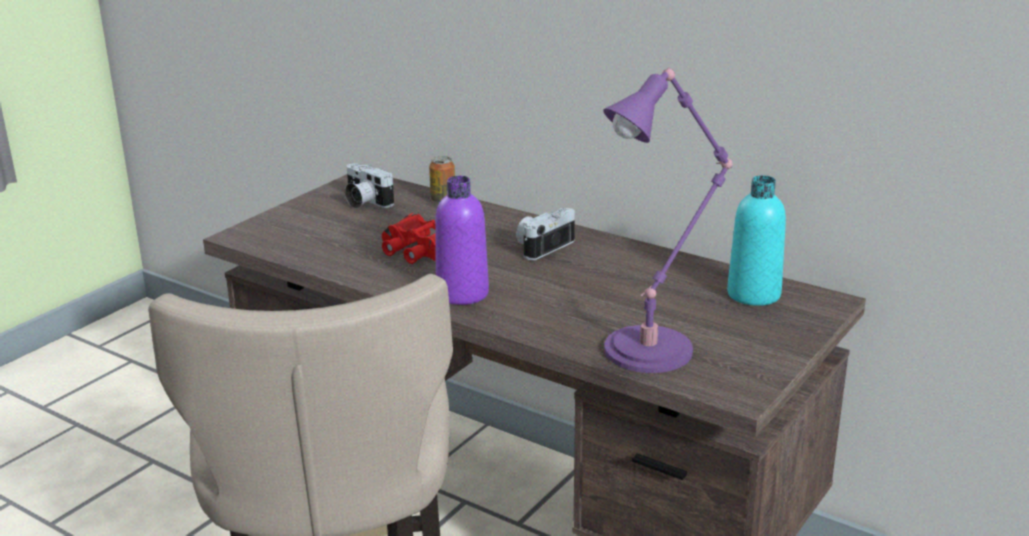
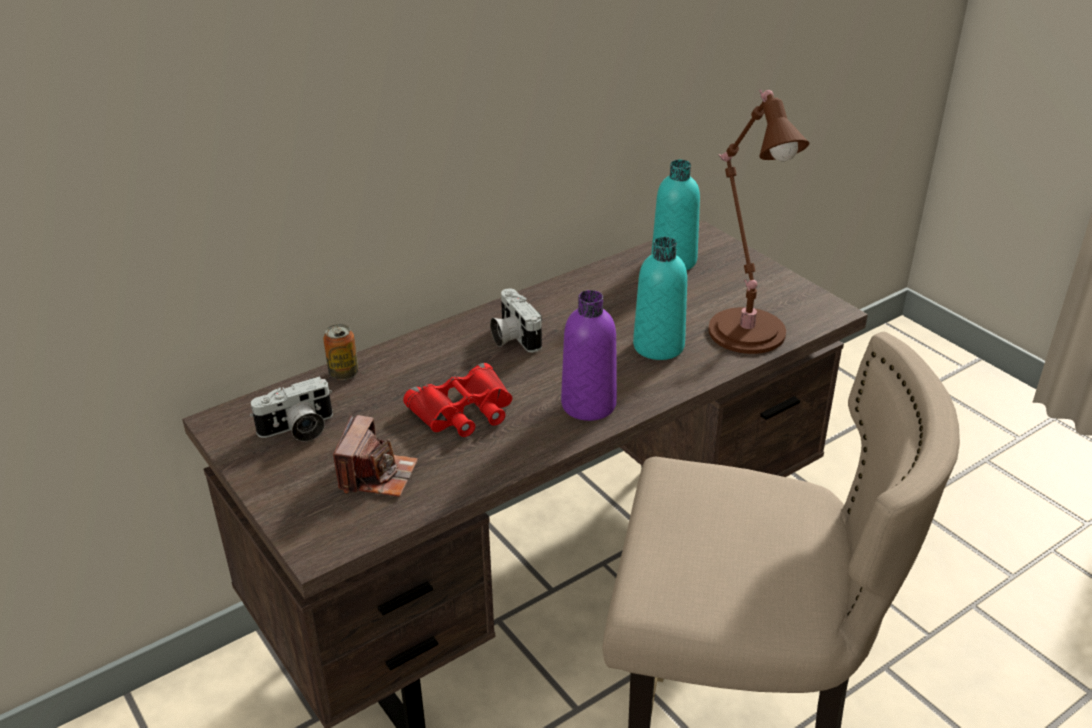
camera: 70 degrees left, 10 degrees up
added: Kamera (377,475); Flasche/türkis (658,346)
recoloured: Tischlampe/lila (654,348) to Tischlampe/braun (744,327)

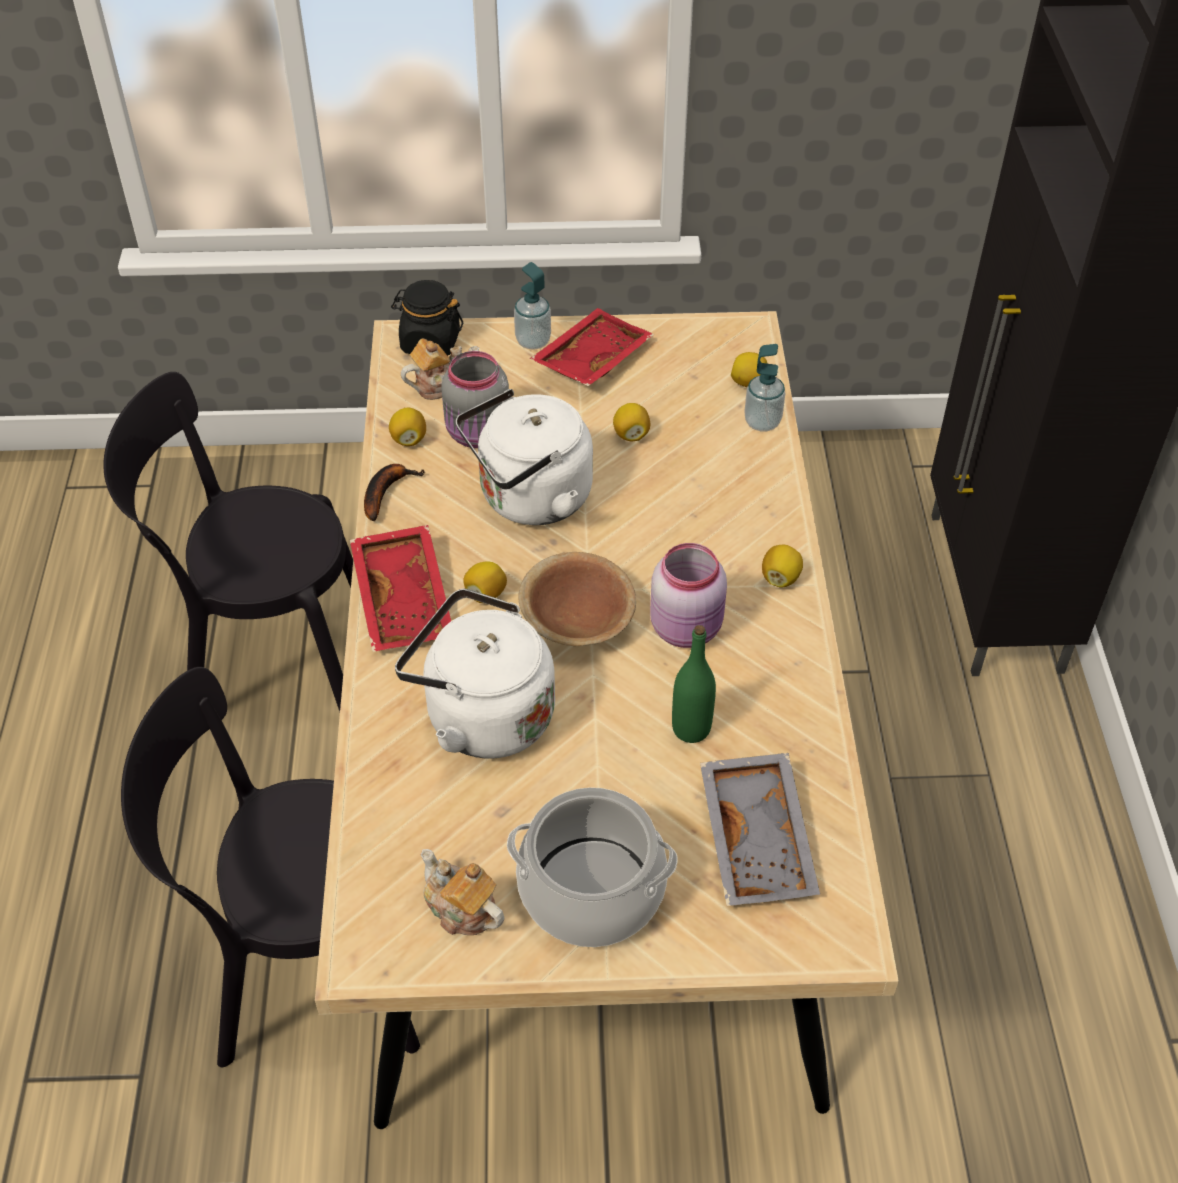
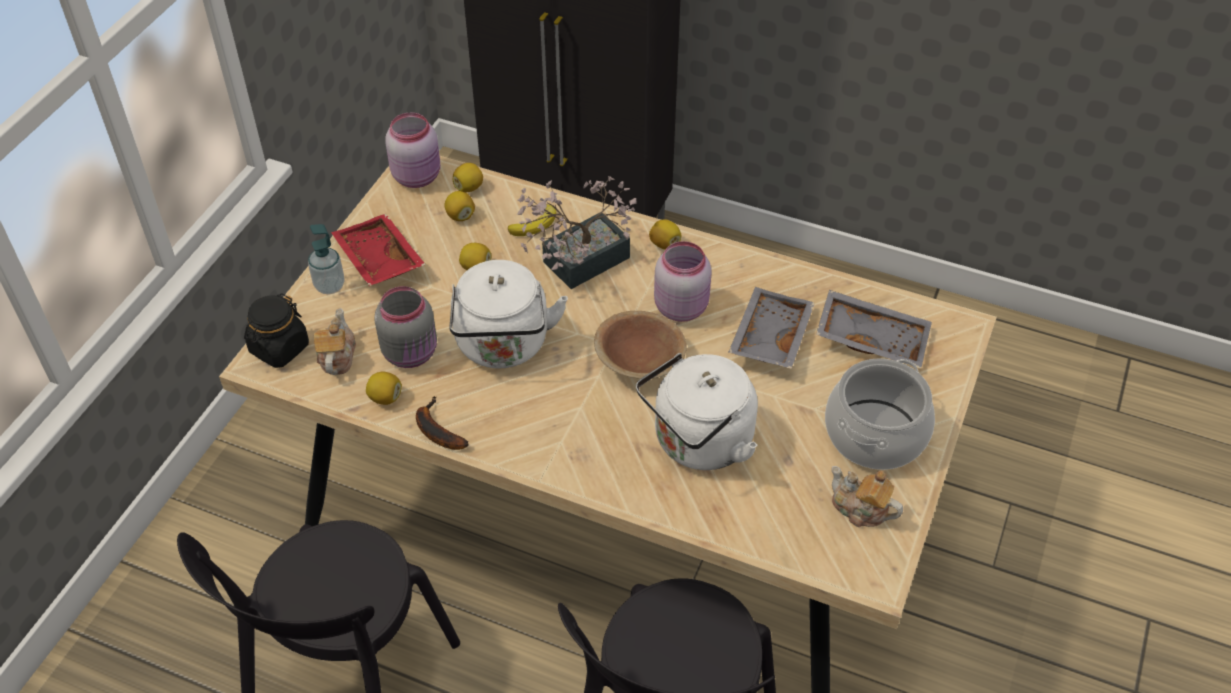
camera: 65 degrees left, 0 degrees up
removed: Tablett/rot (406,600); Seifenspender (762,422)
added: Vorratsglas/rosa (418,176); Banane (535,224); Topfpflanze (577,263)
moved: Zitrone (485,594) to (460,216)
replaced: Flasche/grün (691,728) to Tablett/grau (768,337)
turned: Teekanne (461,909) = (860,509) 60 degrees clockwise

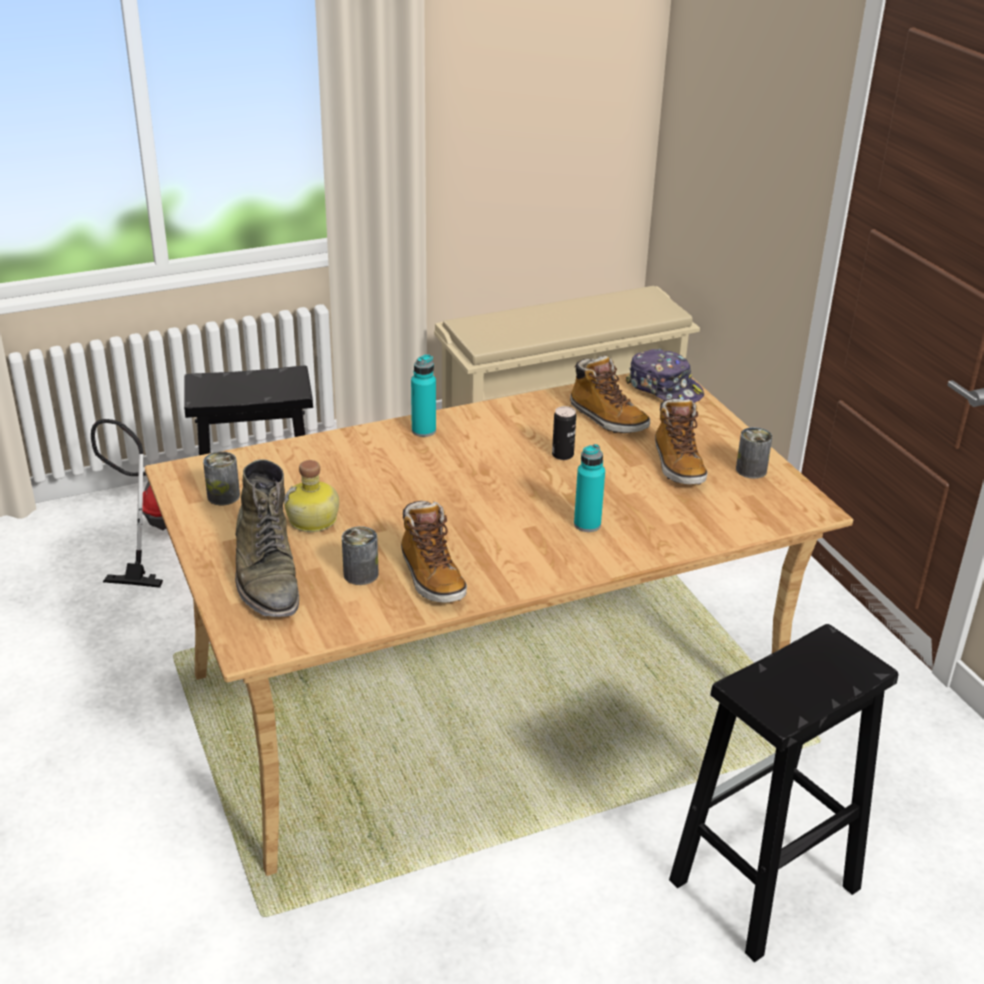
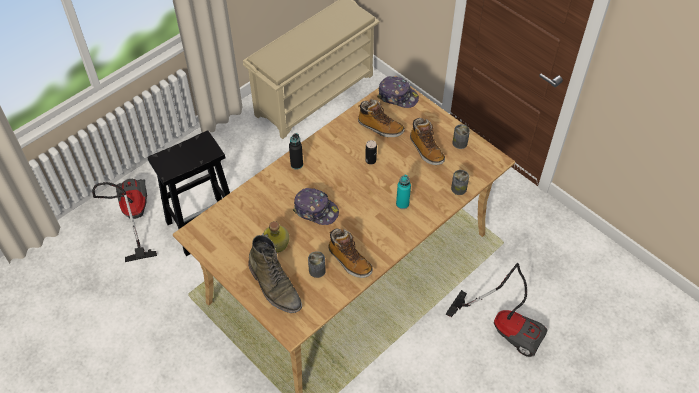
camera: 20 degrees left, 20 degrees up
added: Kappe (316,210)
moved: Dose (223,496) to (458,188)
replaced: Hocker/schwarz (762,887) to Staubsauger (505,326)
recoloured: Flasche/türkis (423,430) to Flasche/schwarz (296,164)

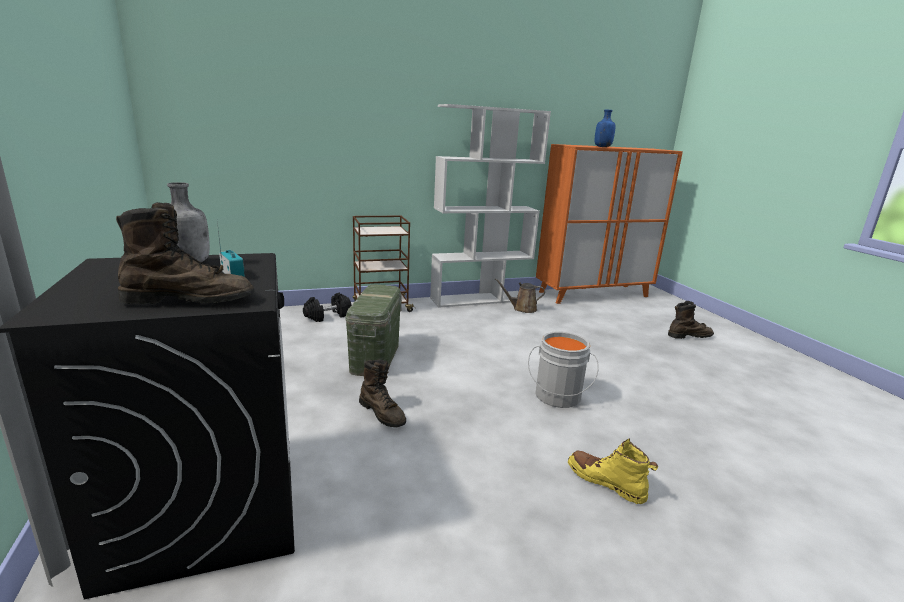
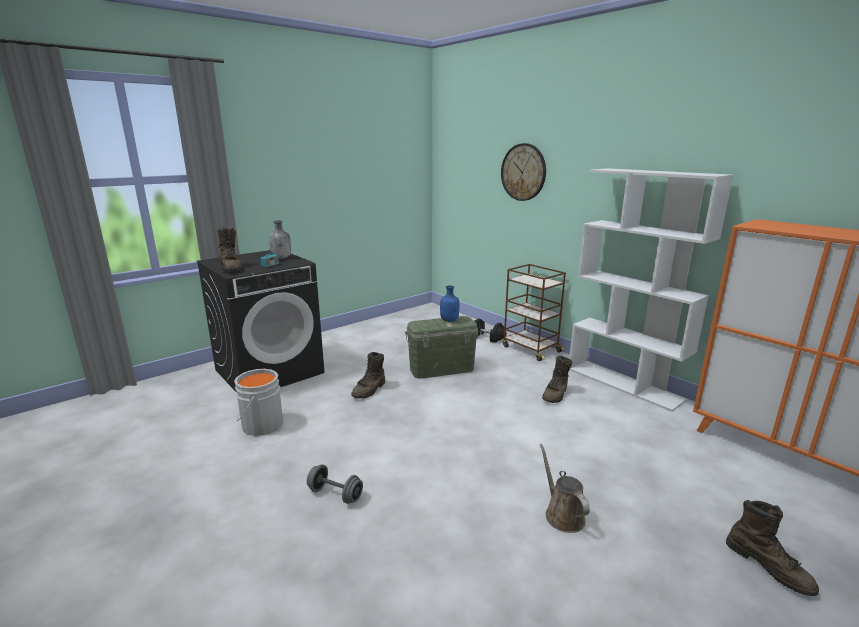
camera: 70 degrees right, 0 degrees up
added: Wanduhr (523,172); Stiefel/braun (556,394)
moved: Gießkanne/braun (522,309) to (562,514); Eimer/grau (557,397) to (260,425); Flasche/blau (602,147) to (449,320)
replaced: Stiefel/gelb (606,482) to Hantel/grau (335,494)

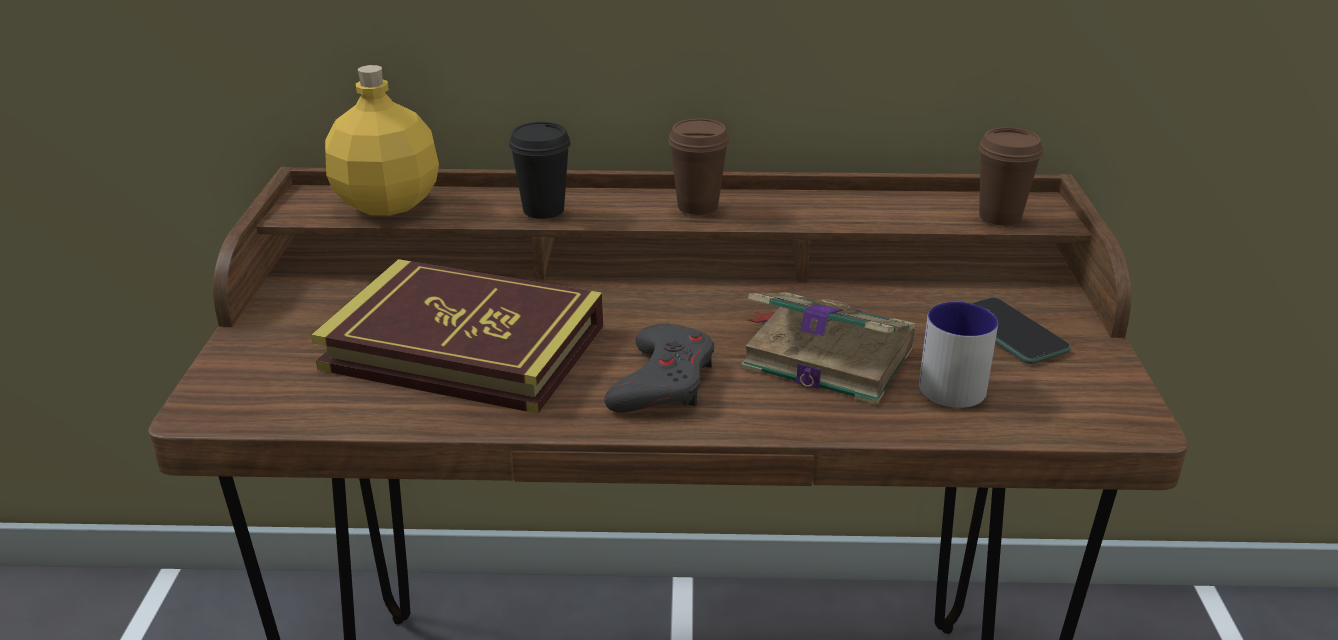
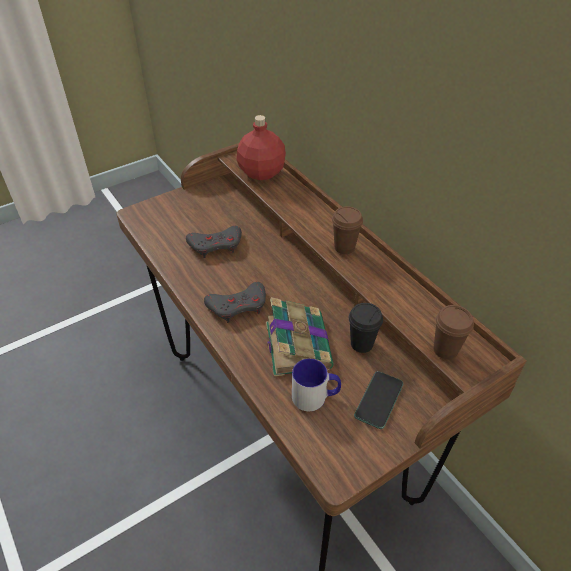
camera: 55 degrees right, 15 degrees up
moved: Tasse/schwarz (543,210) to (361,344)
replaced: Buch (464,347) to Gamepad/grau (216,245)
recoloured: Flasche/gelb (389,203) to Flasche/rot (262,173)

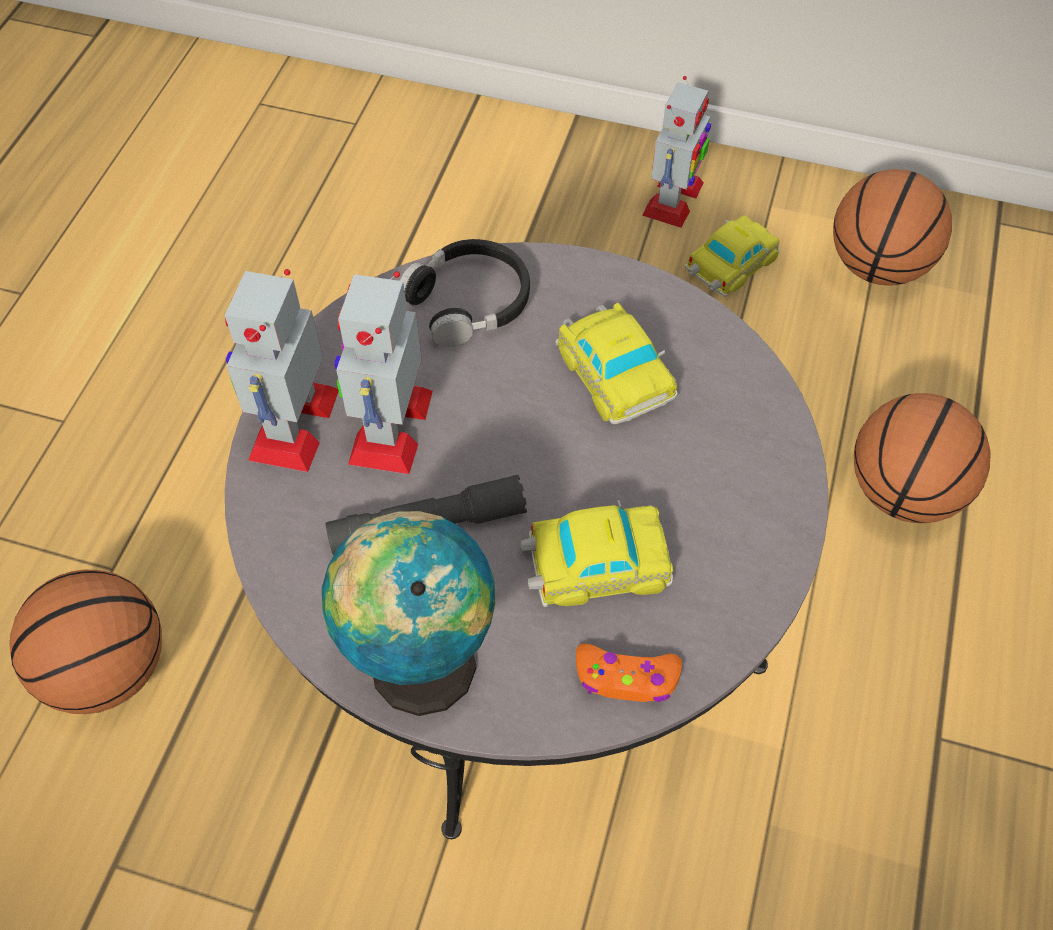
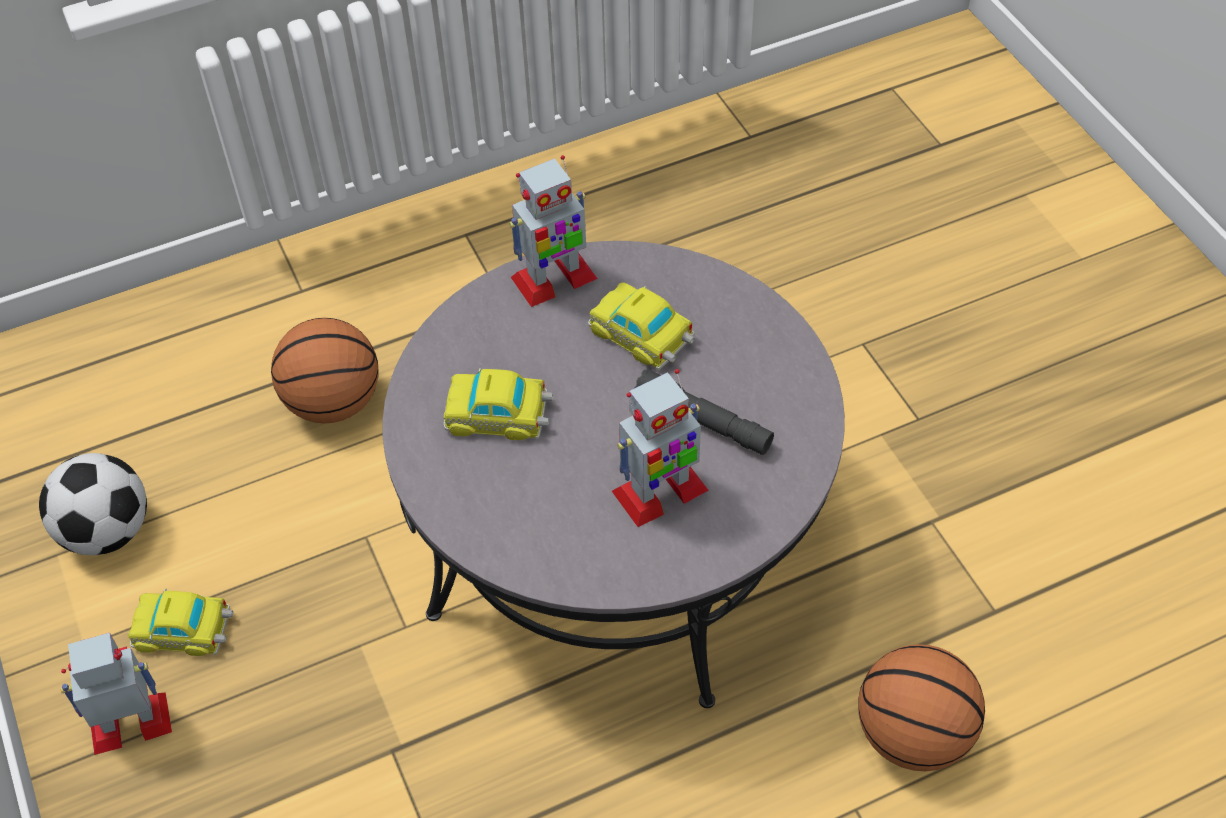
camera: 130 degrees left, 5 degrees down
removed: Globus (419,659); Kopfhörer/schwarz (469,301); Gamepad/orange (626,678)
moved: Spielzeugroboter (294,423) to (553,279)
replaced: Basketball (877,266) to Fußball (108,532)
turned: Spielzeugauto (613,370) = (499,414) 105 degrees counterclockwise

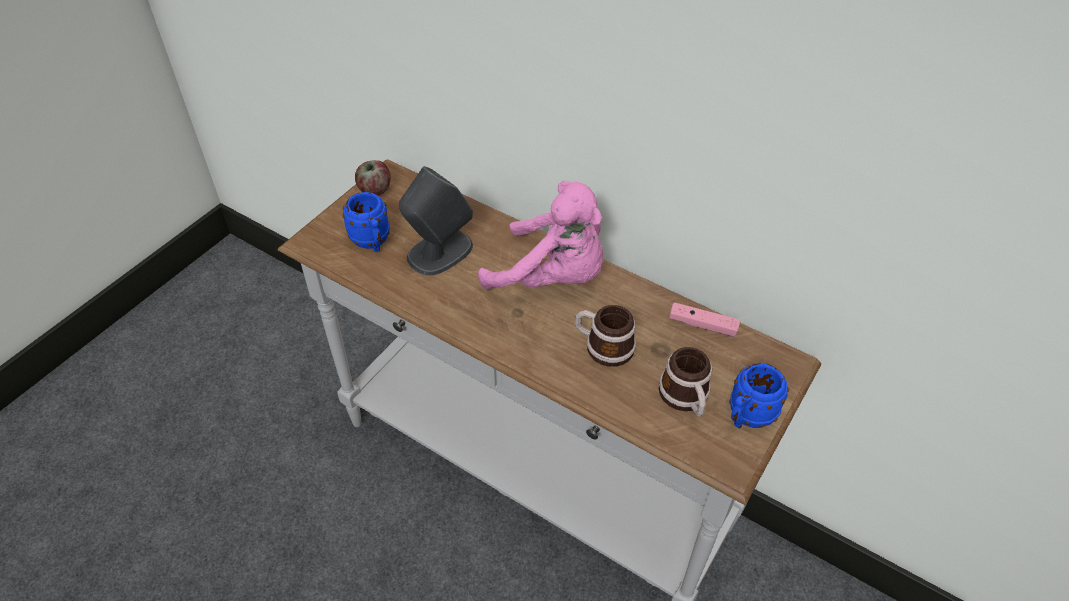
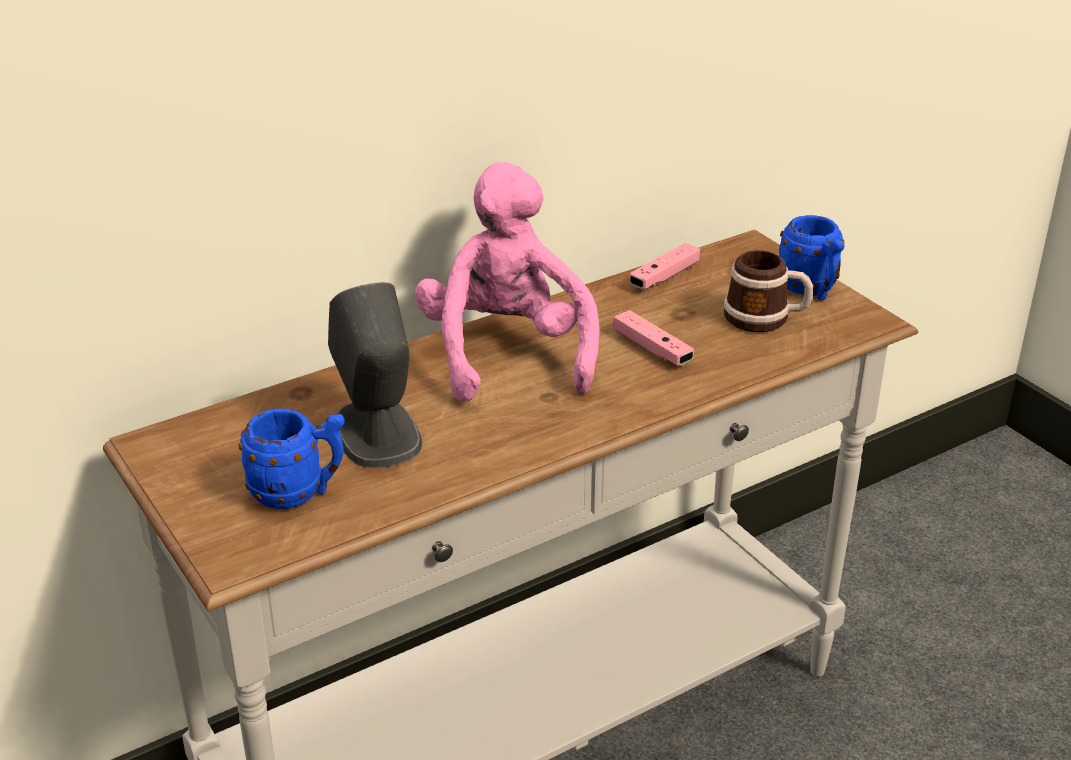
camera: 65 degrees left, 15 degrees down
removed: Apfel (374,190)
replaced: Henkelbecher (603,346) to Gamepad/rosa (652,349)
turned: Plüschtier/rosa (552,277) = (506,354) 60 degrees counterclockwise

